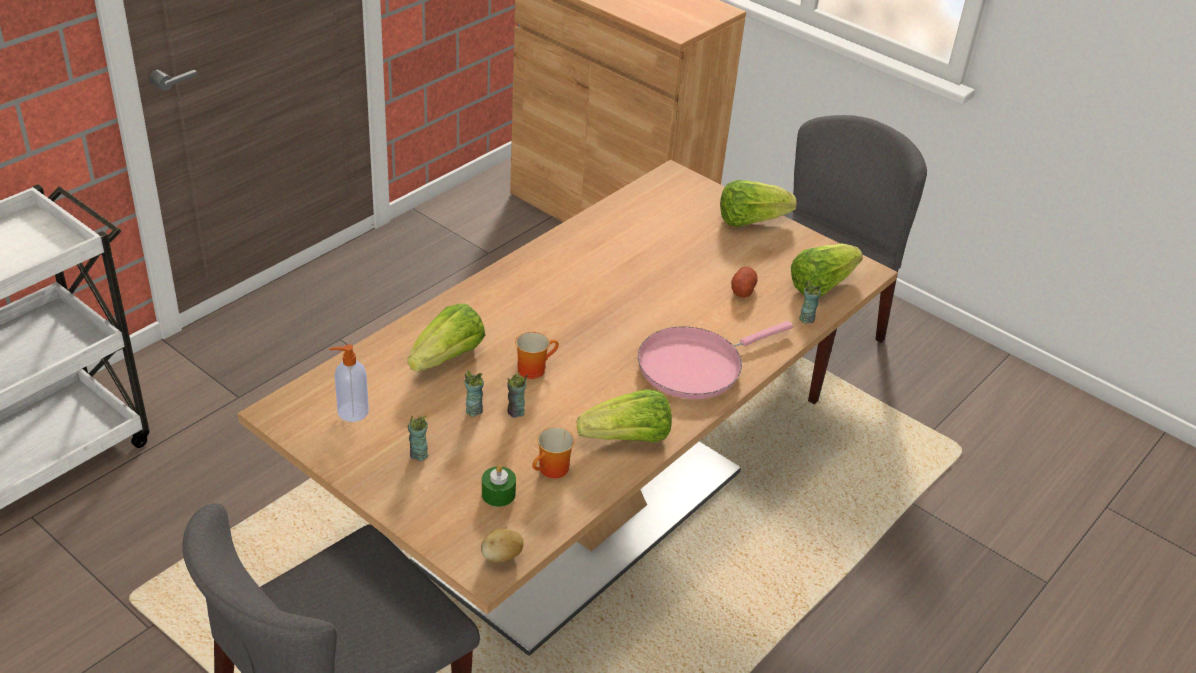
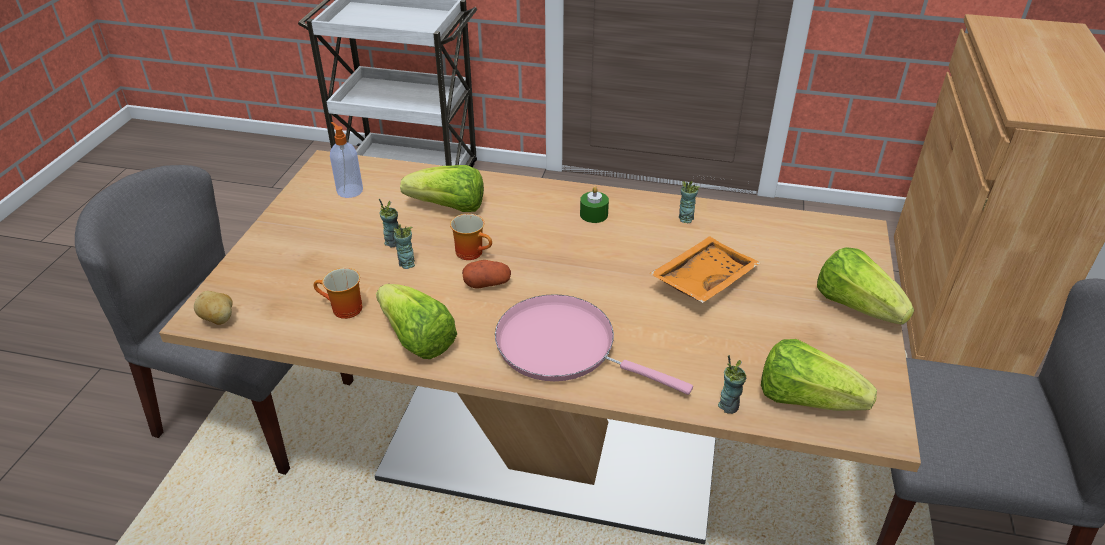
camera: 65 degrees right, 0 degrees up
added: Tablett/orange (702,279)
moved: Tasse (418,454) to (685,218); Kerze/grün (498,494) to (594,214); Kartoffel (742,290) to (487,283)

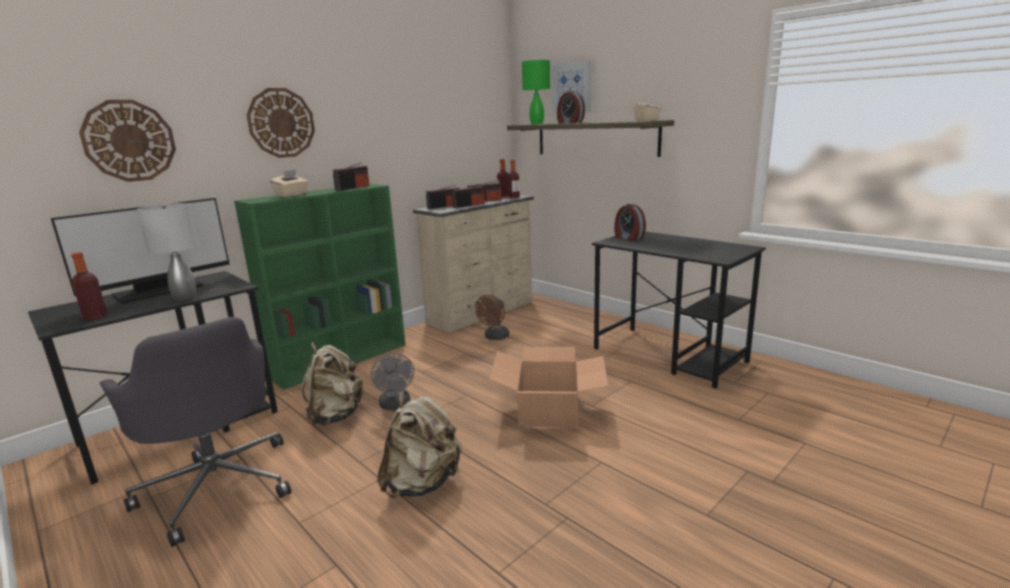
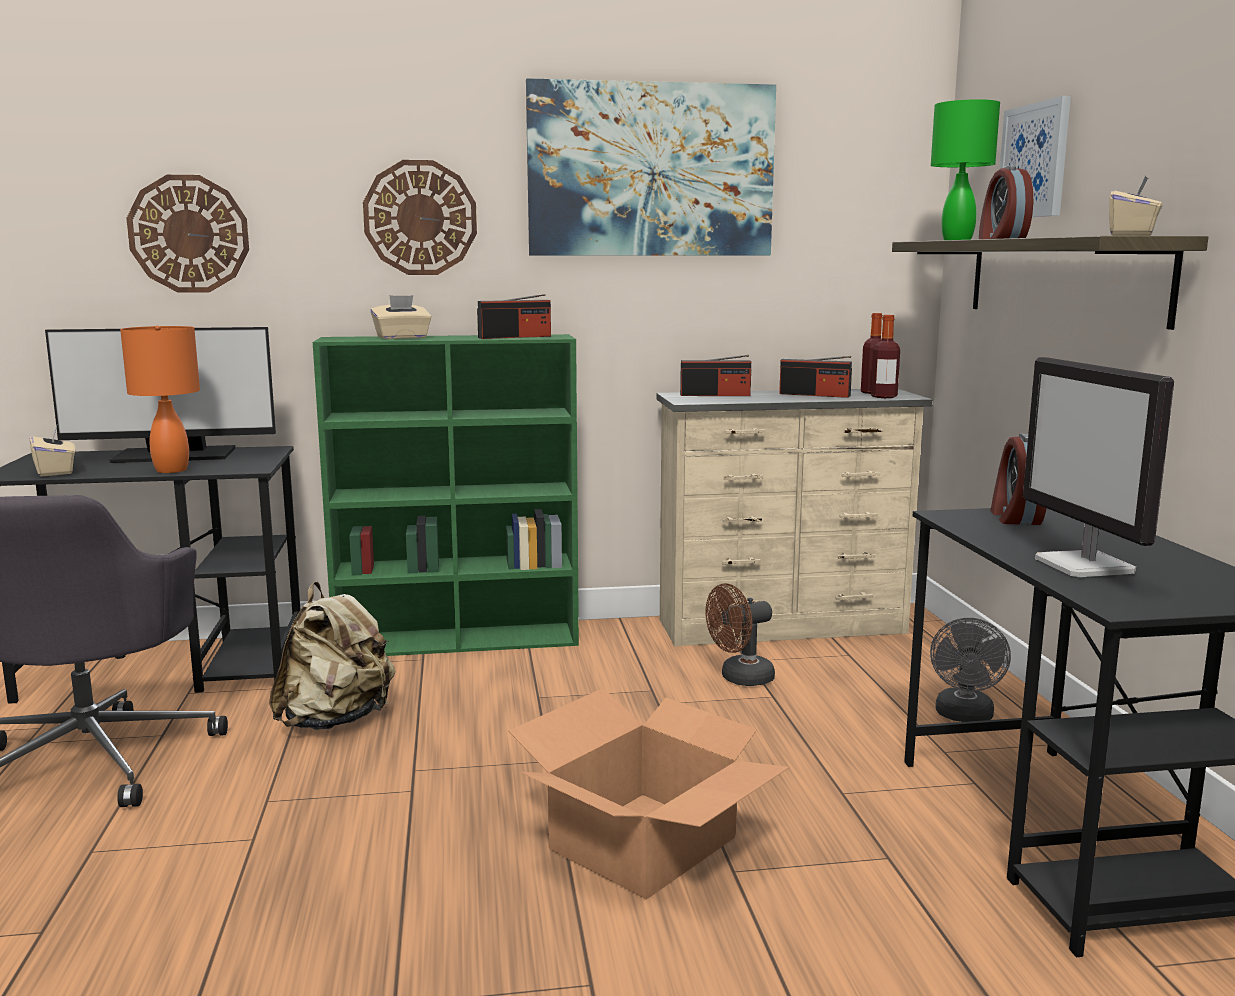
camera: 35 degrees right, 5 degrees down
removed: Rucksack/beige (422,483); Radio (469,205)
added: Bild (651,170); Monitor (1085,566)
moved: Ventilator/grau (396,405) to (964,717)
replaced: Flasche (95,316) to Taschentuchbox/beige (55,471)
recoloured: Tischlampe/grau (184,298) to Tischlampe/orange (170,470)

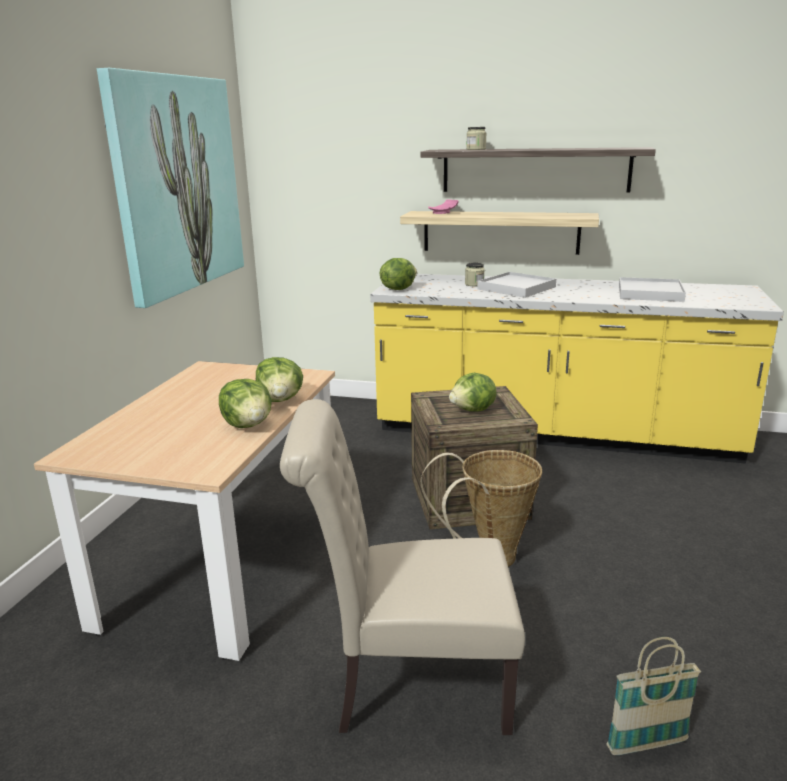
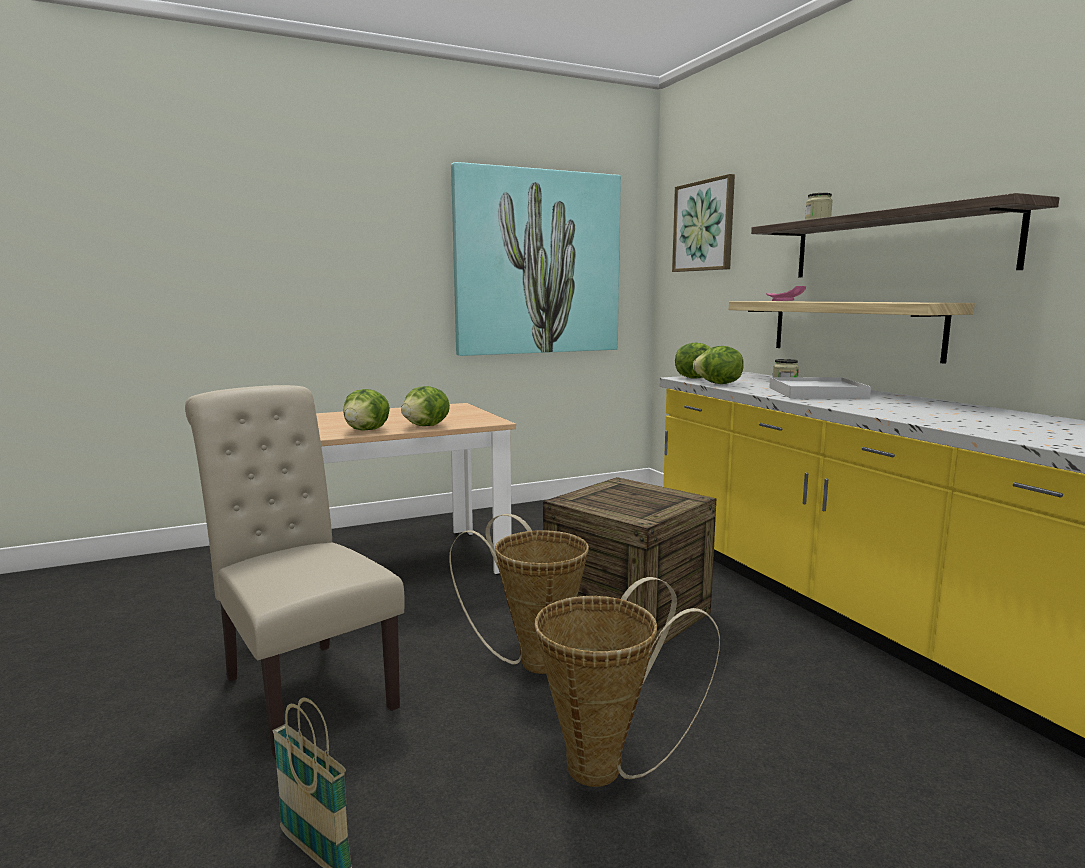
camera: 50 degrees right, 10 degrees down
removed: Tablett/weiß (650,293)
added: Korb (607,767); Bild (704,226)
moved: Salatkopf (473,410) to (718,384)

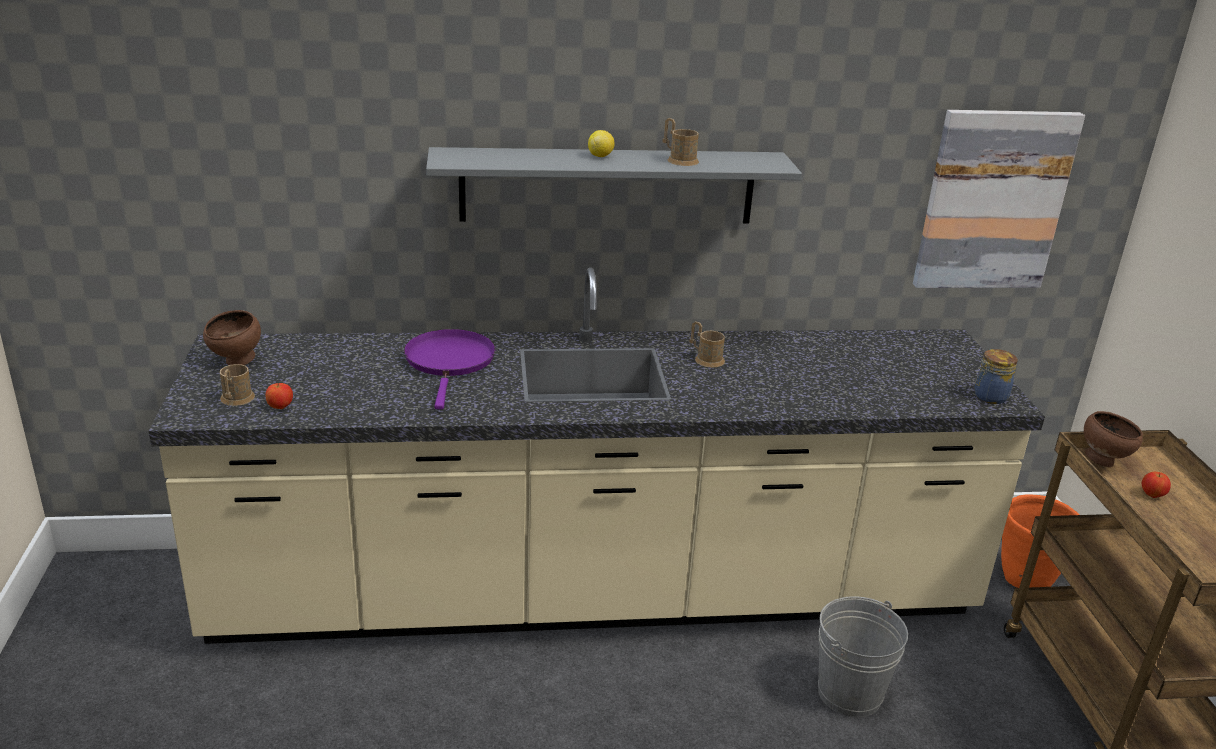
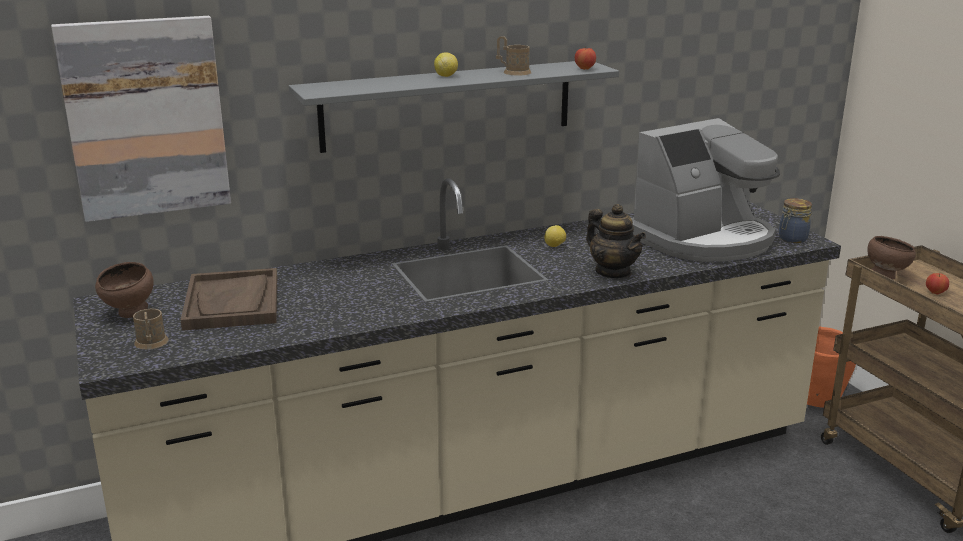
camera: 15 degrees left, 5 degrees down
removed: Pfanne/lila (450,362); Eimer/grau (849,693)
added: Tablett/braun (232,302); Teekanne (613,272); Kaffeemaschine (703,239)
moved: Apfel (280,407) to (584,69); Bild (993,200) to (146,118)
replaced: Henkelbecher/braun (705,359) to Zitrone (555,246)

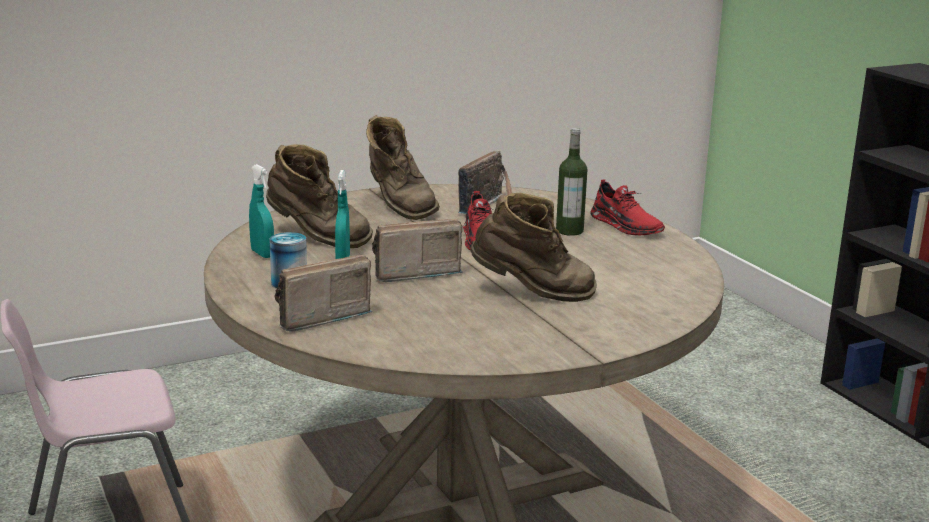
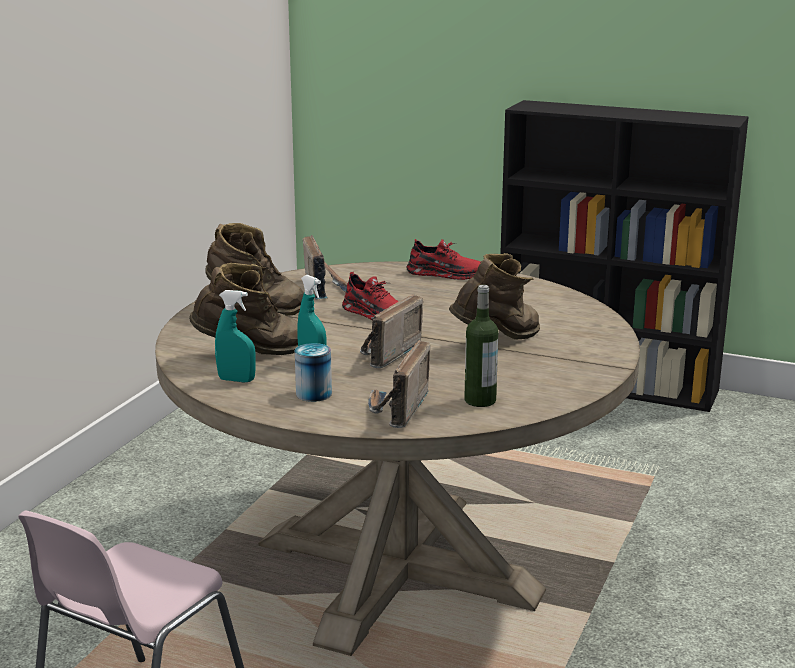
camera: 40 degrees left, 0 degrees up
moved: Flasche (569,231) to (480,400)

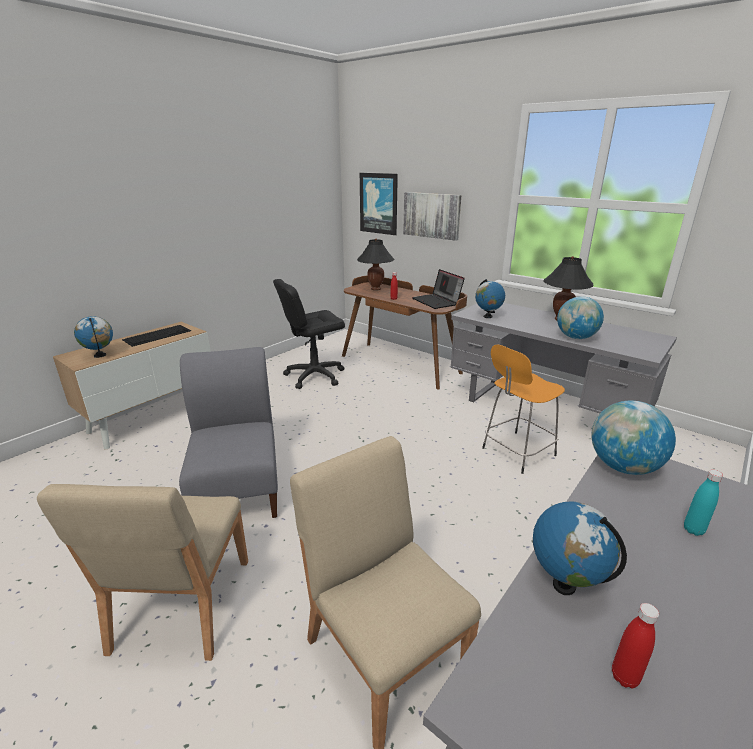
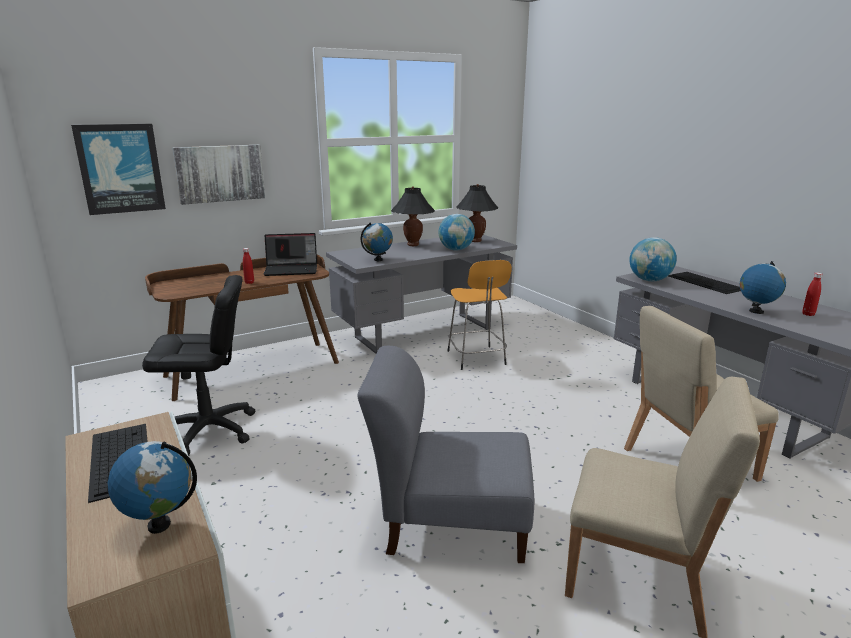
camera: 70 degrees left, 5 degrees down
moved: Tischlampe/schwarz (376,289) to (476,241)
replaced: Flasche/türkis (693,530) to Tastatur (706,282)
turned: Bürostuhl/schwarz (314,376) = (209,431) 90 degrees counterclockwise

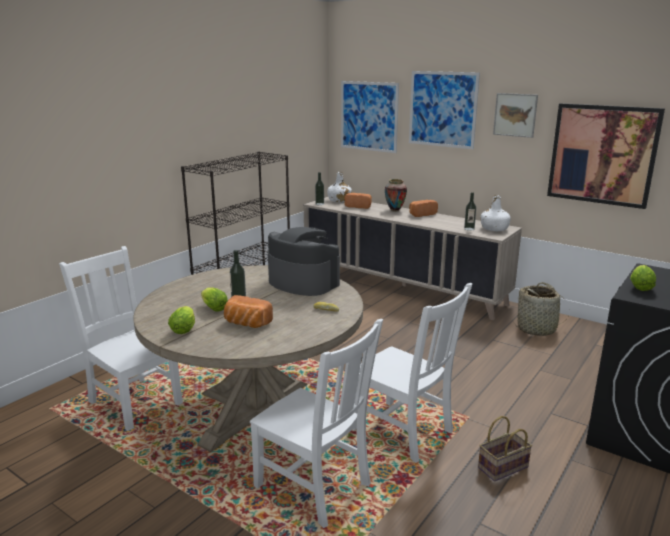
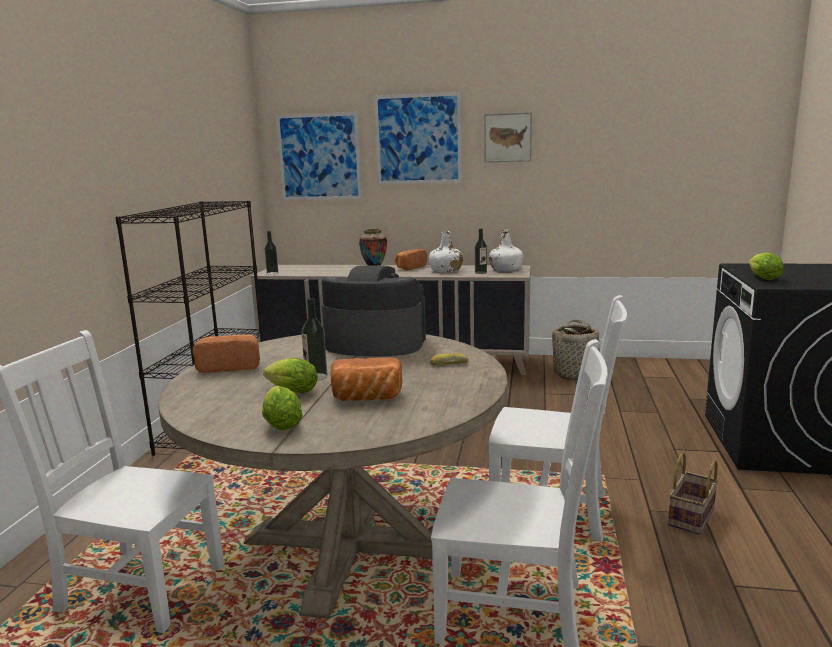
camera: 25 degrees left, 5 degrees down
removed: Bild (602,154)
moved: Flasche/weiß (339,200) to (445,270); Brot (359,206) to (230,366)

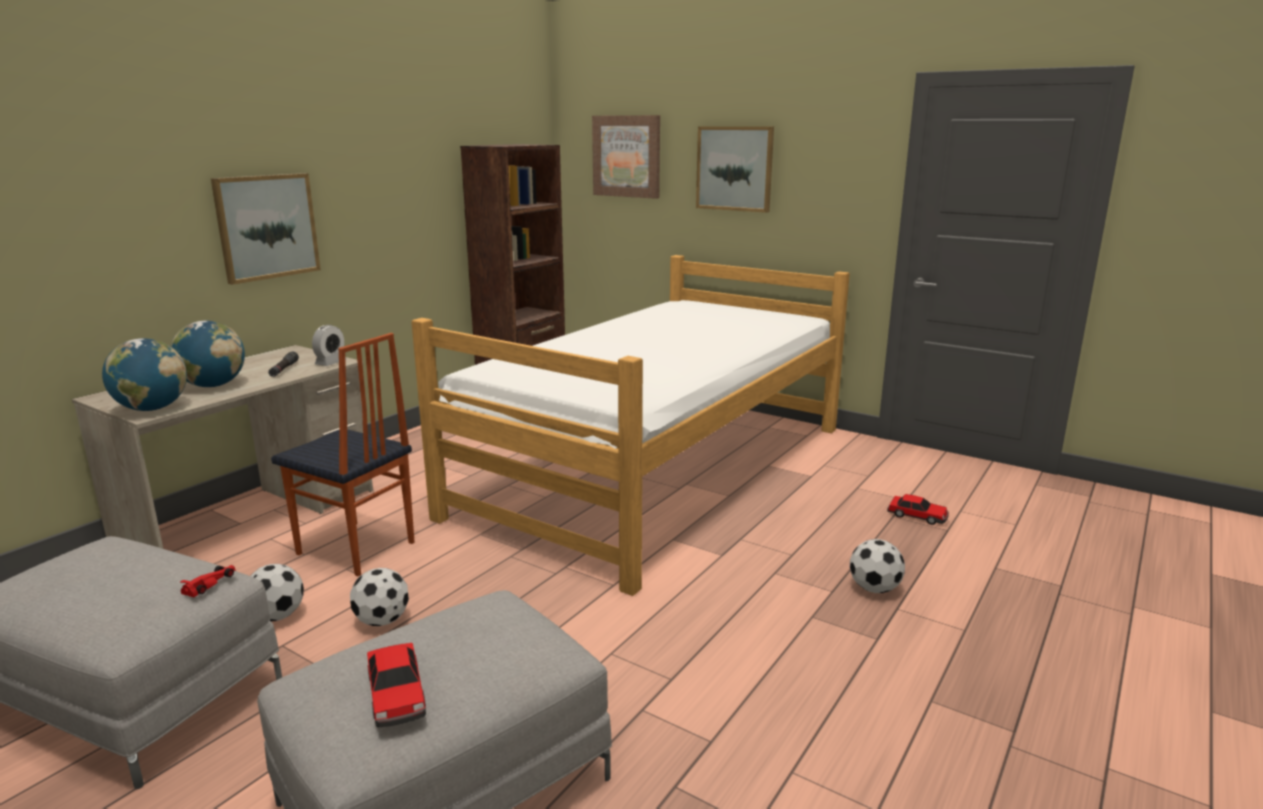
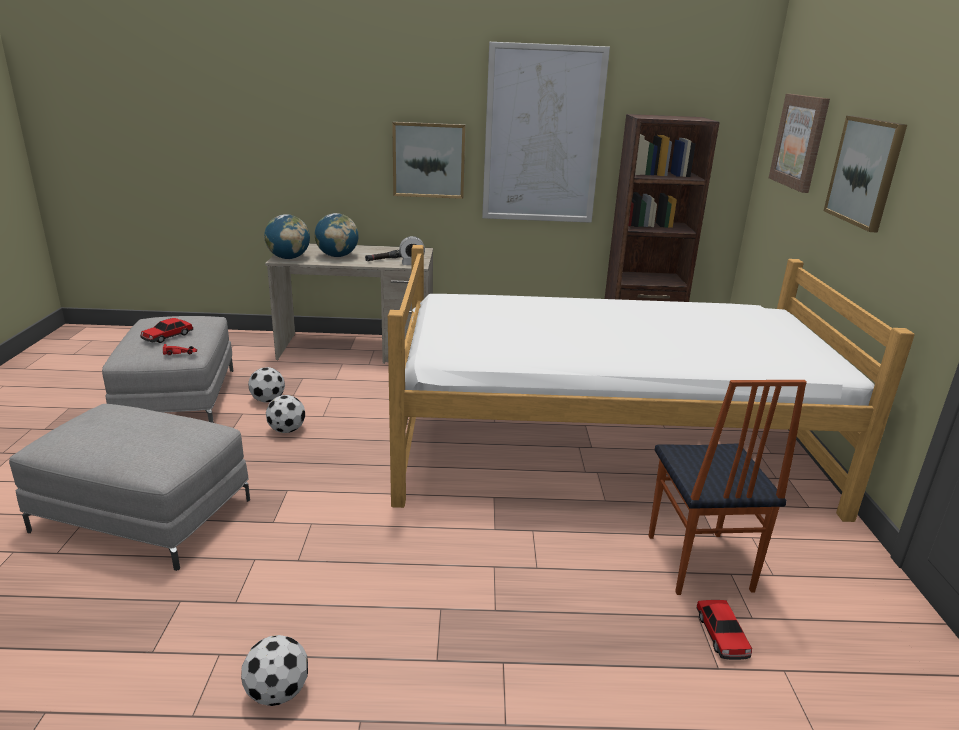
camera: 55 degrees right, 5 degrees up
added: Bild (542,136)
moved: Stuhl (355,549) to (697,563); Spielzeugauto (396,695) to (167,336); Fußball (875,588) to (278,693)

